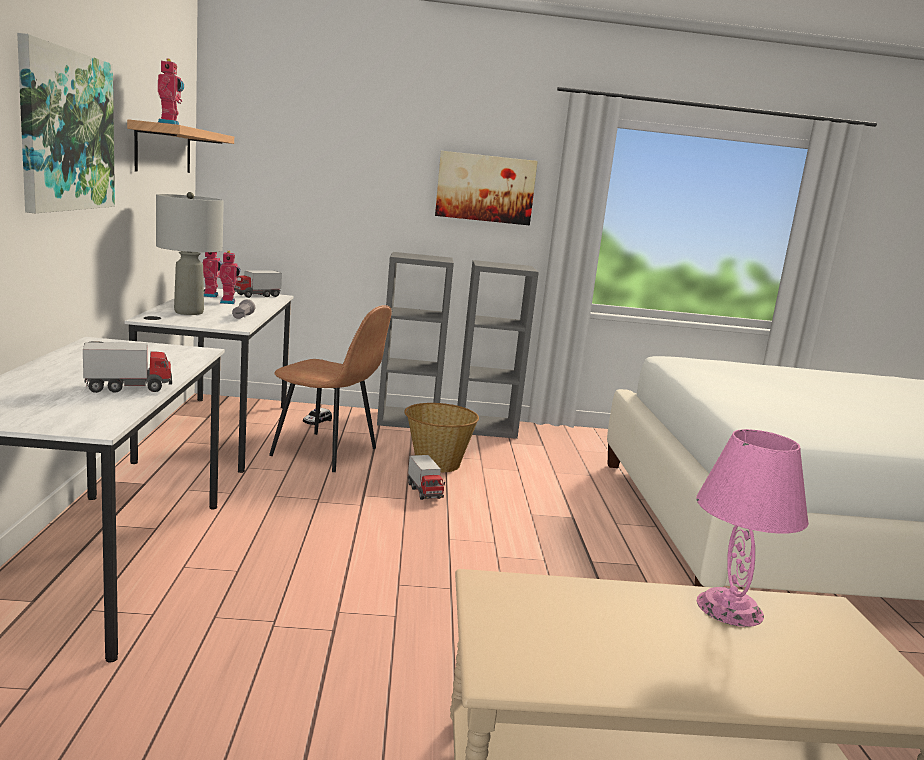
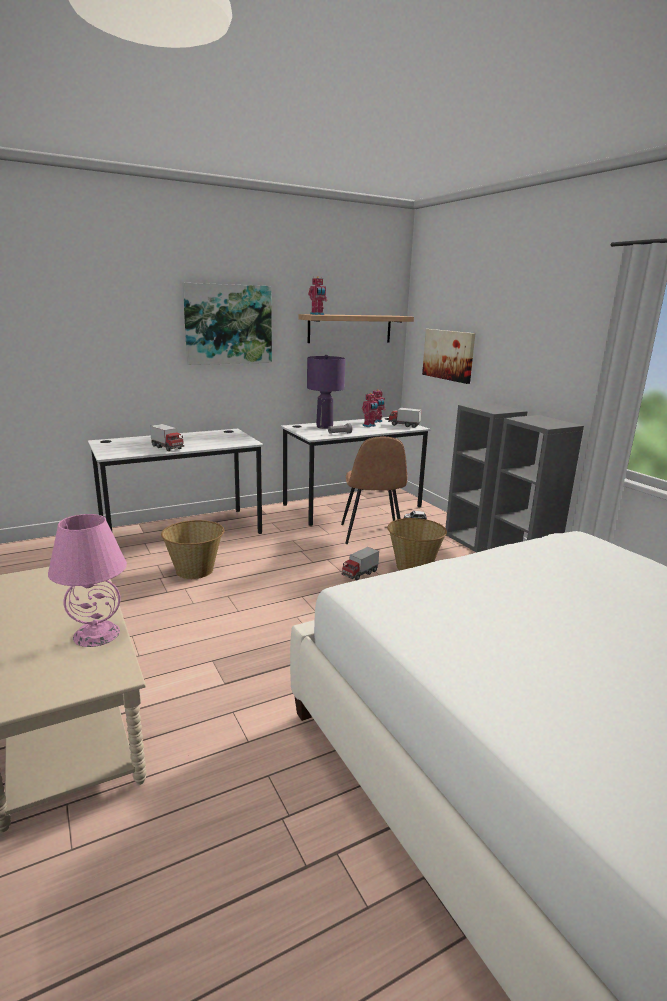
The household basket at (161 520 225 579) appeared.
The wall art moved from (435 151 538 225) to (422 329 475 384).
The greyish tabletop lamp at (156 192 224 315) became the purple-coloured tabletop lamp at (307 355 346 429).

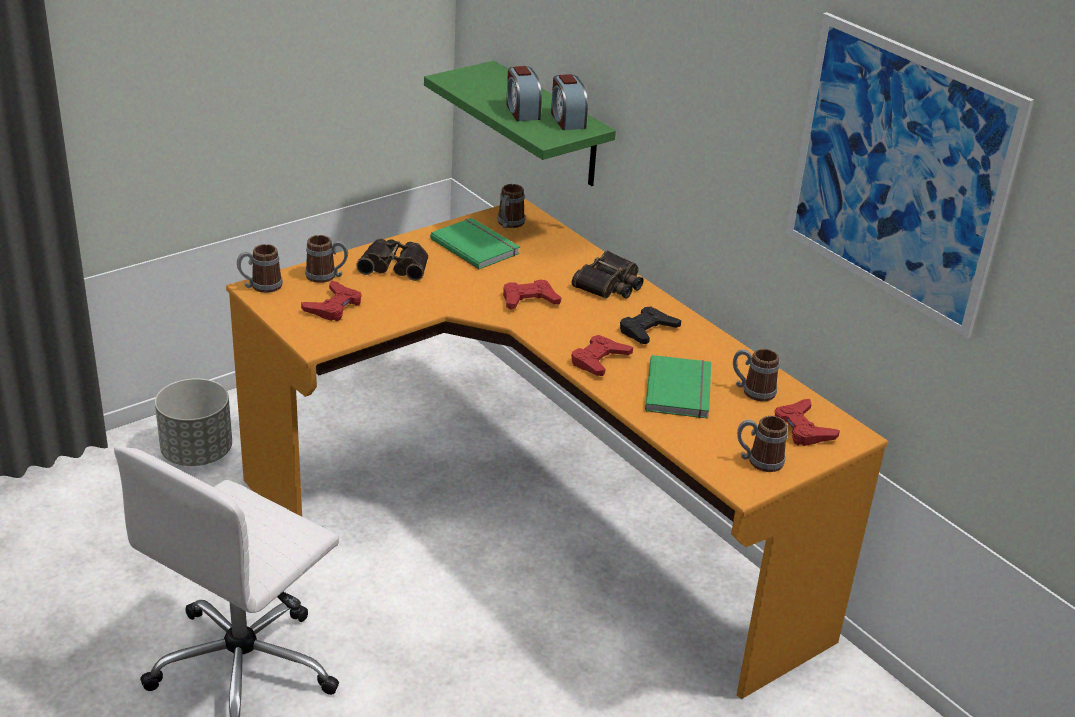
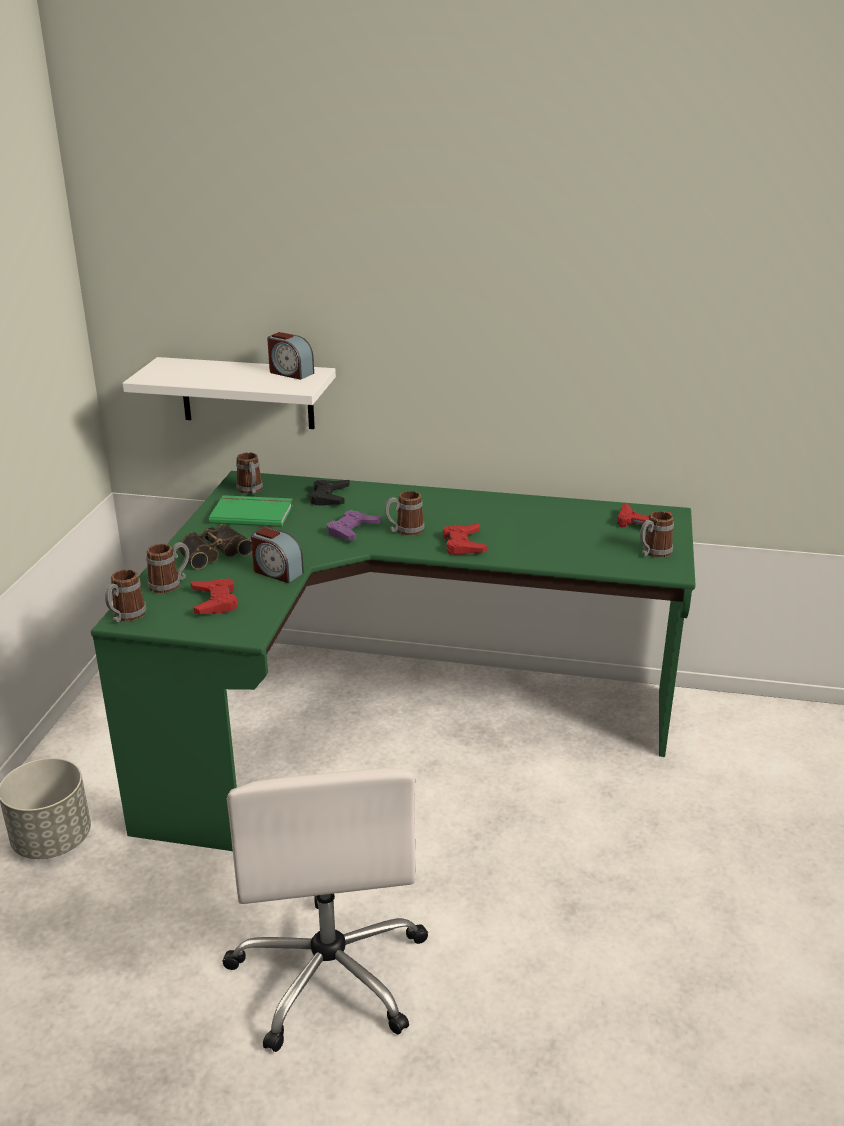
The pair of binoculars at (572 251 644 299) disappeared.
The green bound book at (645 355 711 418) disappeared.
The wall art at (785 12 1034 339) disappeared.
The bedside clock moved from (506 66 542 121) to (251 527 304 583).
The black joypad moved from (620 306 681 344) to (309 480 350 506).
The tea mug moved from (733 349 779 401) to (385 491 425 536).
The orangey desk unit at (226 199 888 699) became the green desk unit at (91 471 696 851).
The green bracket shelf at (424 61 616 186) became the white-coloured bracket shelf at (122 357 336 429).
The red joypad at (503 279 561 309) became the purple-coloured joypad at (327 510 381 540).

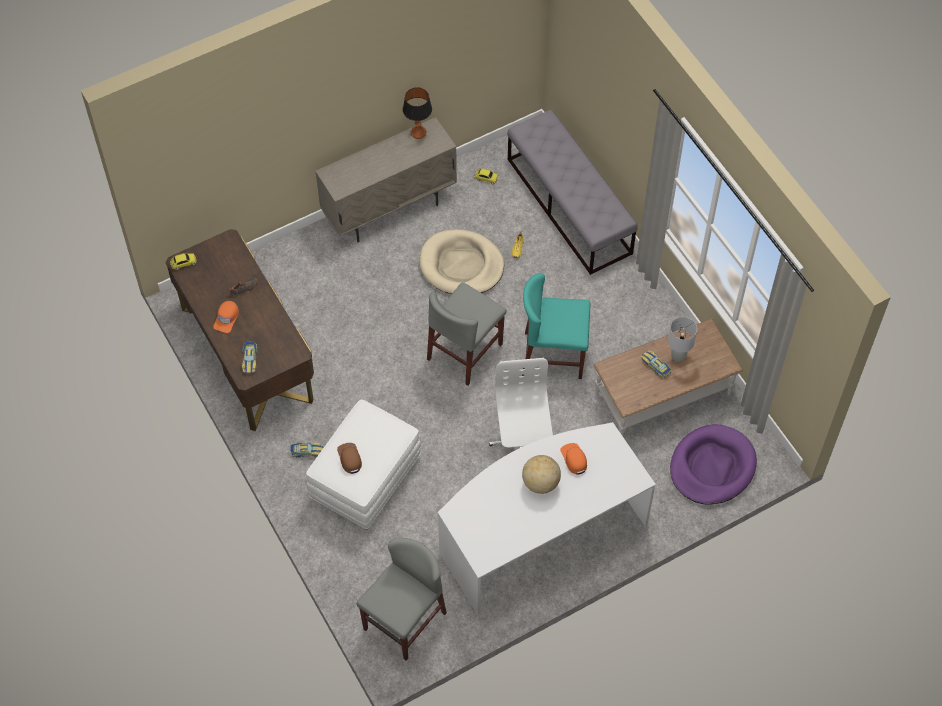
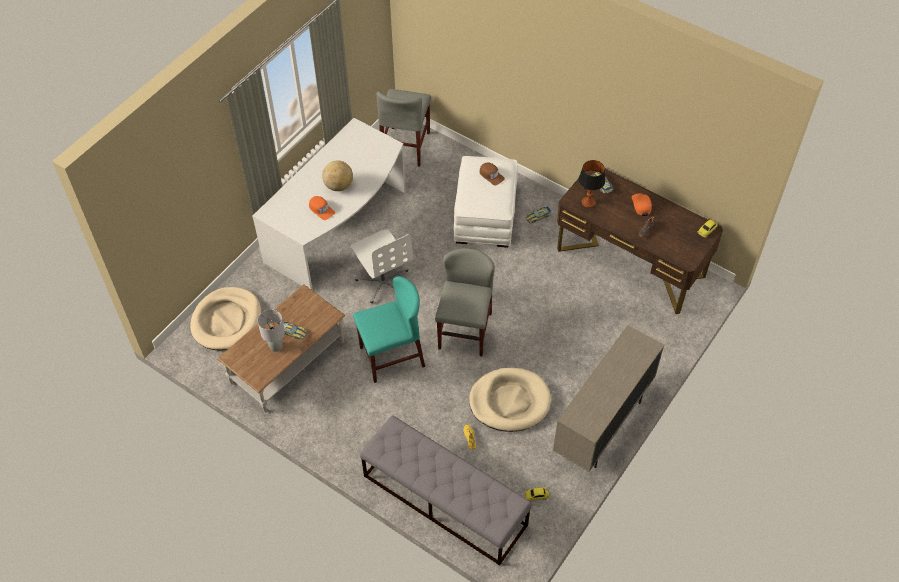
The tabletop lamp moved from (403 87 432 139) to (578 160 605 208).
The purple-coloured dog cushion at (670 424 757 505) became the beige dog cushion at (190 287 261 351).

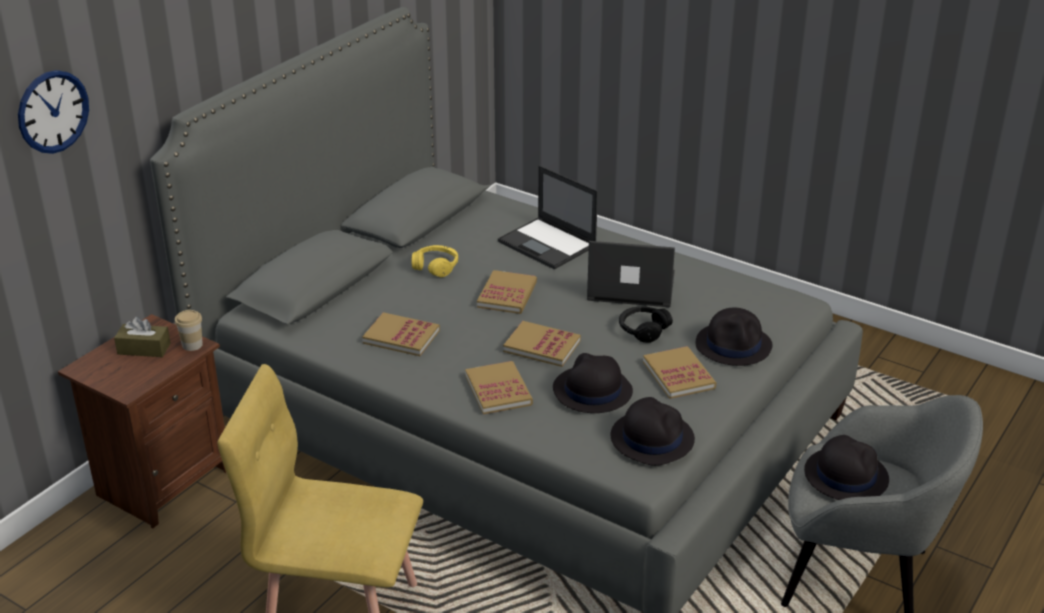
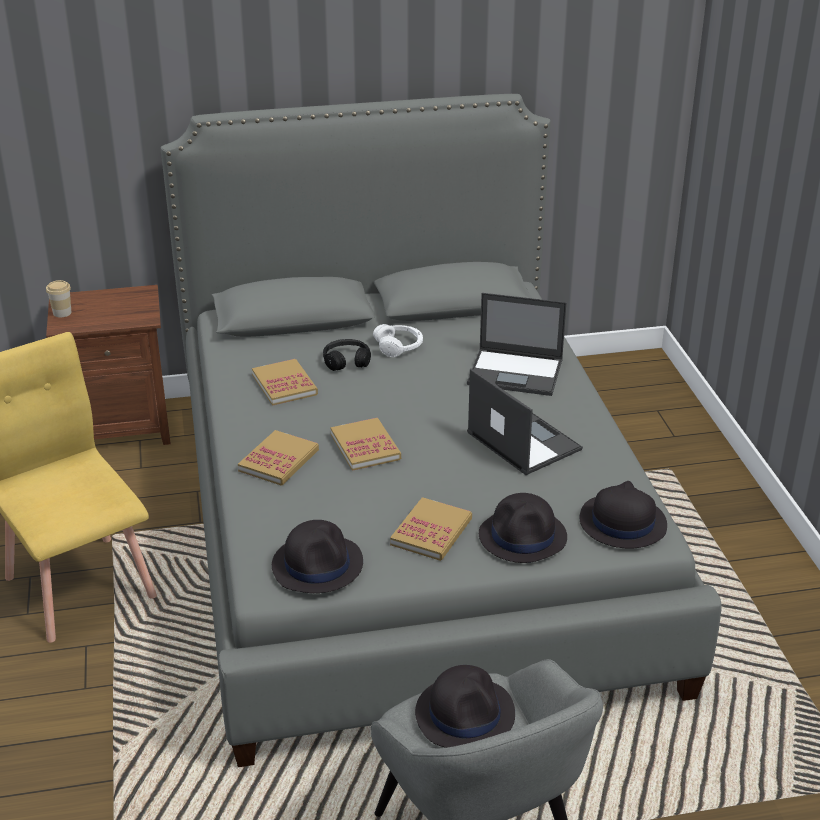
The wall clock at (18 70 89 154) disappeared.
The brown tissue holder at (114 316 171 357) disappeared.
The bound book at (477 270 537 314) disappeared.
The small cup moved from (175 310 203 351) to (46 280 71 318).
The black hat moved from (553 353 633 413) to (580 481 667 549).
The black headset moved from (619 306 673 343) to (323 339 371 371).
The yellowish headset at (412 245 458 277) became the white-coloured headset at (373 324 423 357).
The notebook computer at (498 165 598 270) turned 75 degrees counterclockwise.

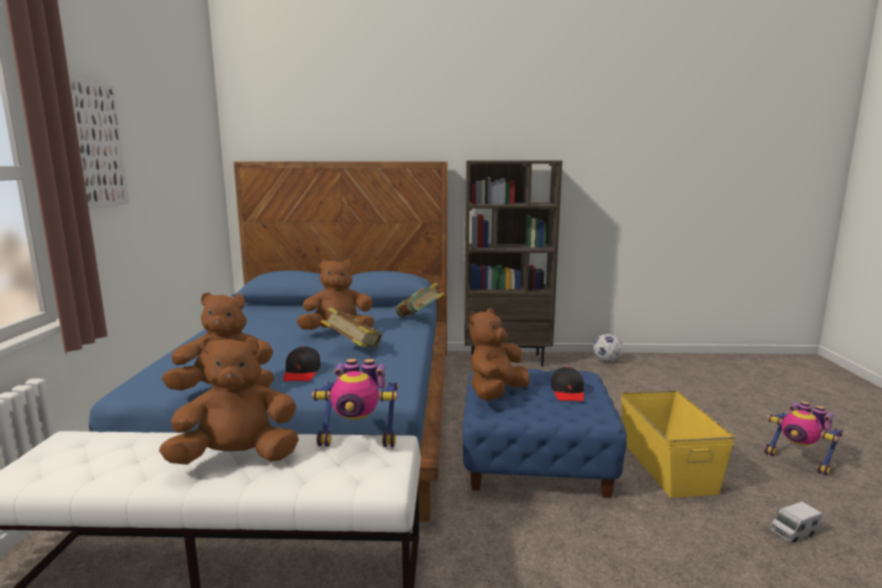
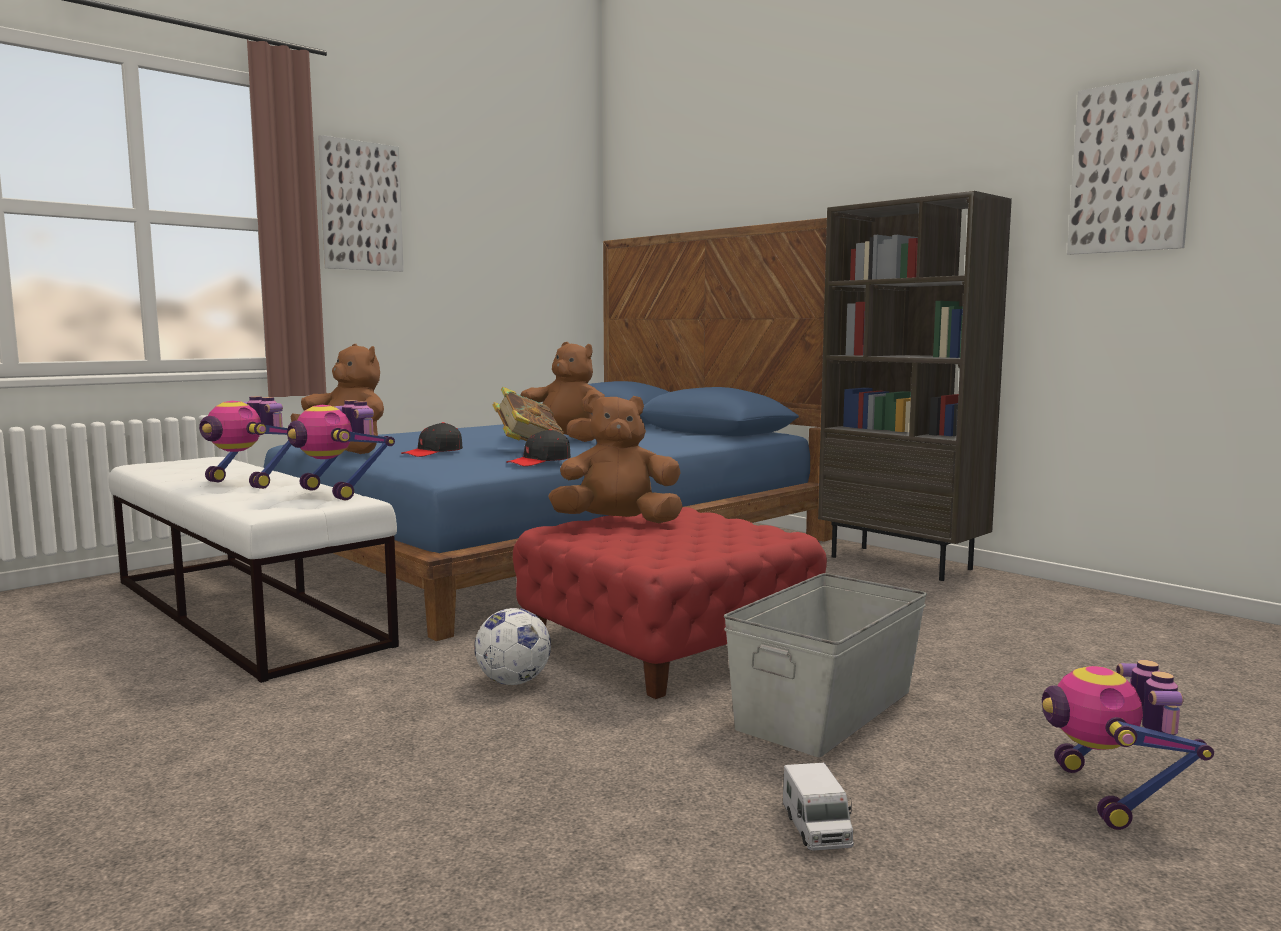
The bound book at (396 282 444 318) disappeared.
The wall art at (1067 70 1200 255) appeared.
The black baseball cap moved from (551 367 584 402) to (506 429 571 466).
The football ball moved from (593 334 622 362) to (474 608 551 685).
The brown soft toy at (159 337 299 465) was replaced by the model robot at (199 396 291 489).
The blue-coloured footrest at (462 369 627 498) became the red footrest at (513 507 827 699).
The yellowish storage box at (621 390 735 498) became the greyish storage box at (724 573 927 757).
The toy truck at (770 502 822 542) turned 120 degrees counterclockwise.

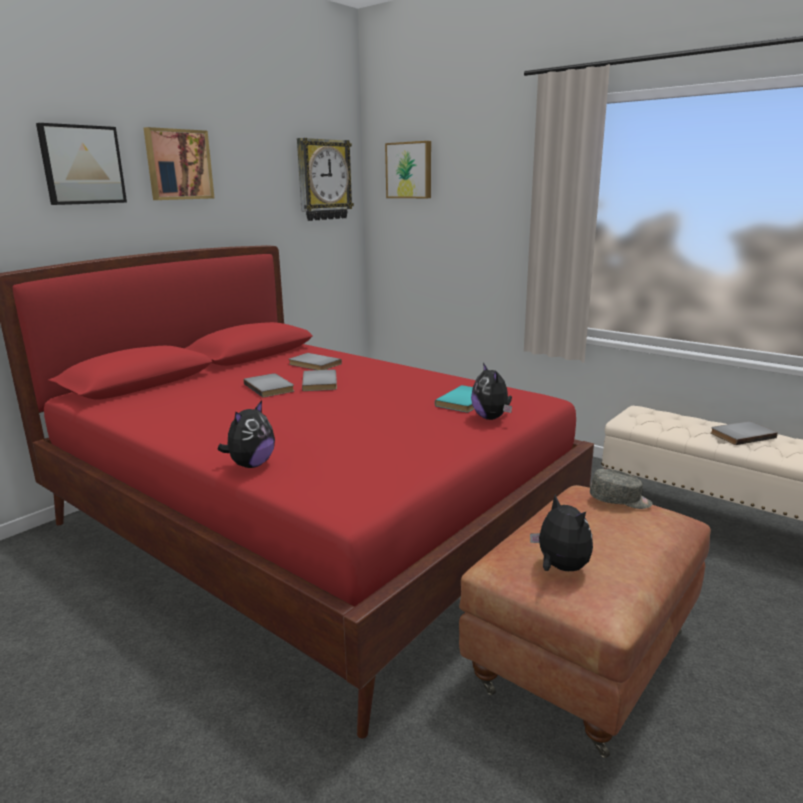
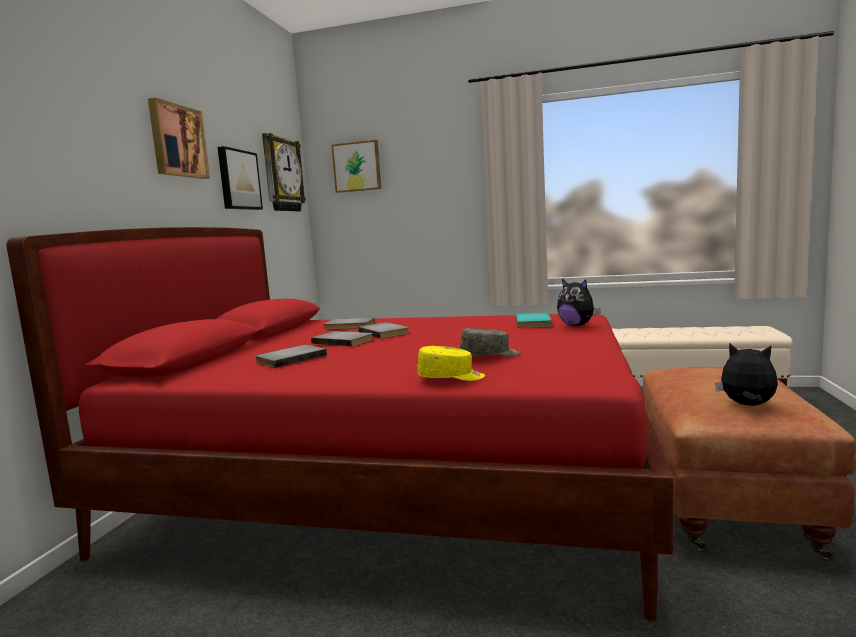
The wall art moved from (36 123 127 205) to (218 146 263 210).
The greyish baseball cap moved from (590 469 653 509) to (460 328 520 356).
The greyish bound book moved from (710 421 778 445) to (255 345 327 368).
The soft toy at (218 400 275 468) was replaced by the yellowish baseball cap at (417 346 485 381).

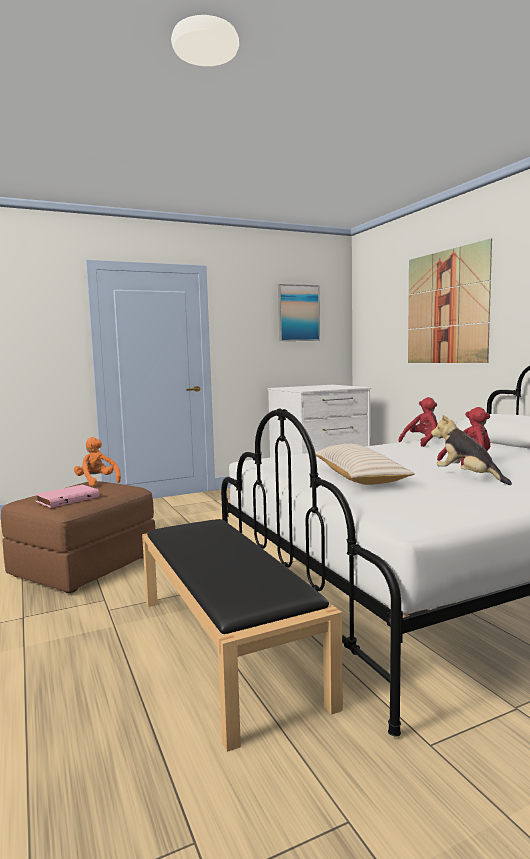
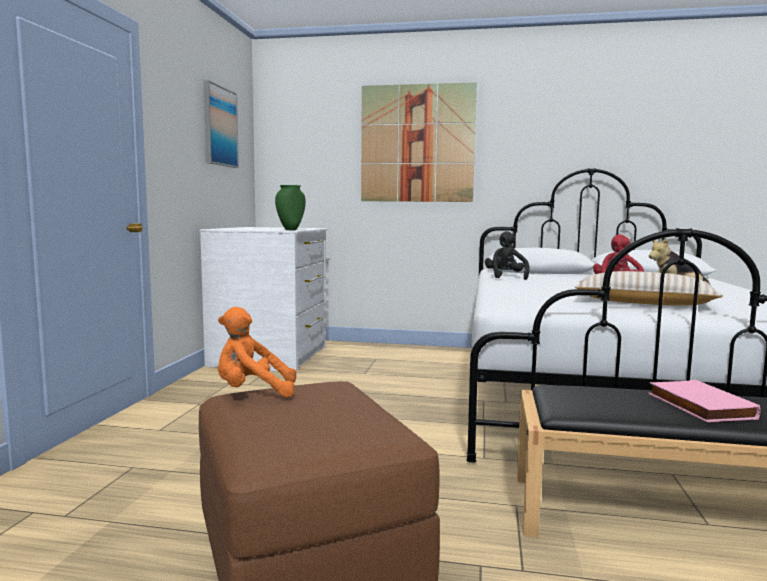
The green flower vase at (275 185 306 230) appeared.
The pinkish bound book moved from (35 485 99 508) to (649 380 761 422).
The red soft toy at (398 397 438 447) became the black soft toy at (485 231 530 280).

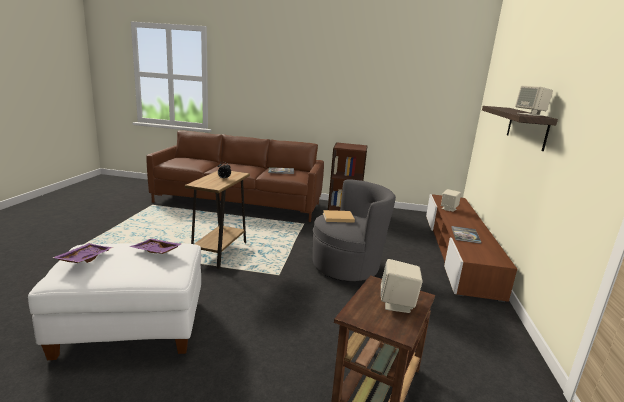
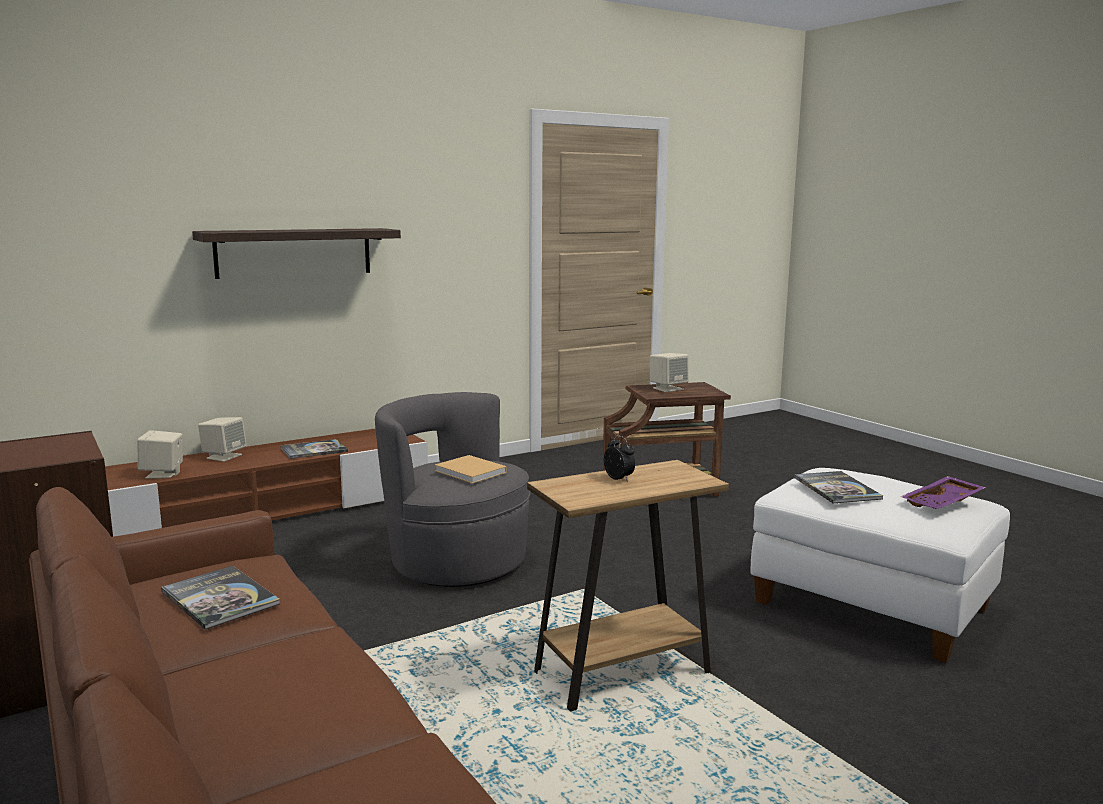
The beige loudspeaker moved from (515 85 553 116) to (198 417 247 462).
The purple-coloured tray at (129 239 181 254) was replaced by the bound book at (794 471 883 503).

